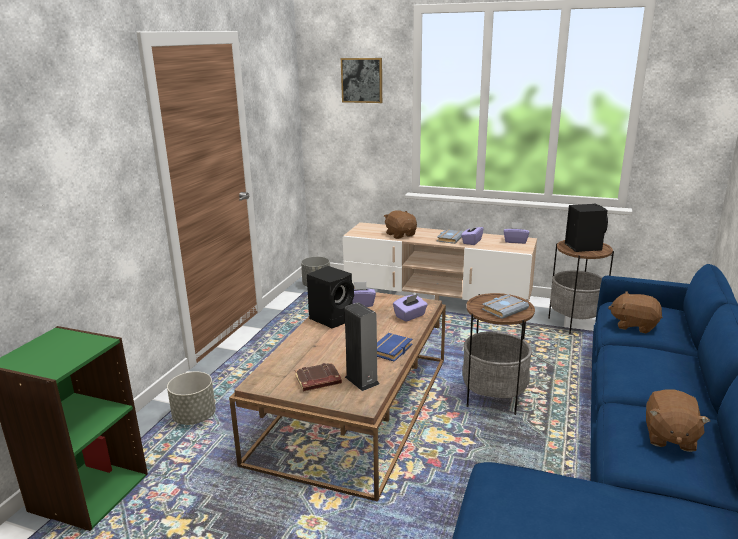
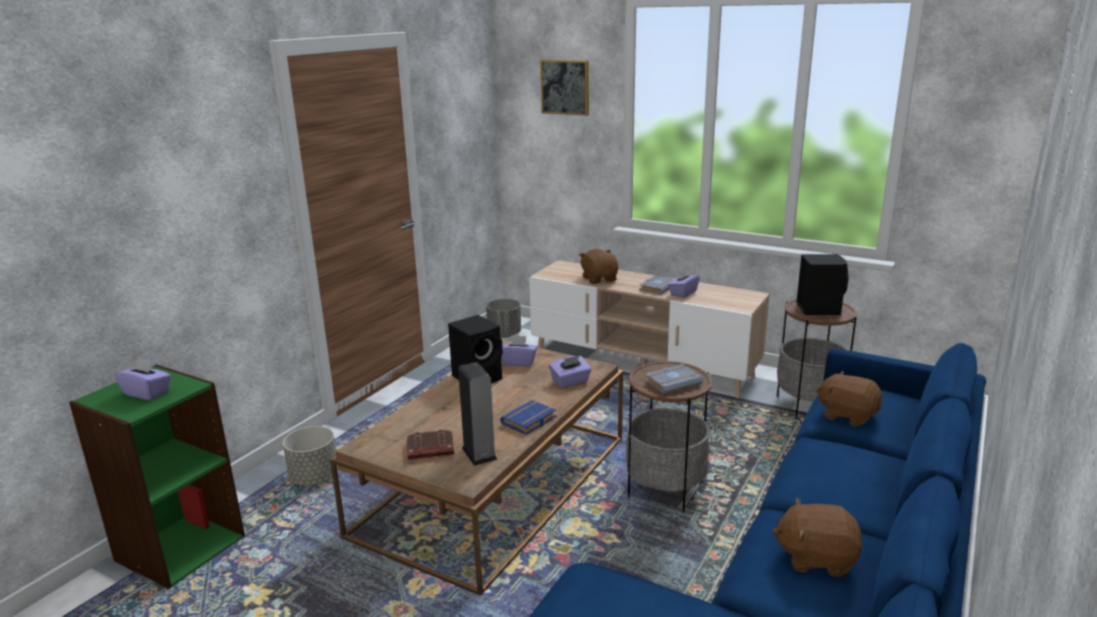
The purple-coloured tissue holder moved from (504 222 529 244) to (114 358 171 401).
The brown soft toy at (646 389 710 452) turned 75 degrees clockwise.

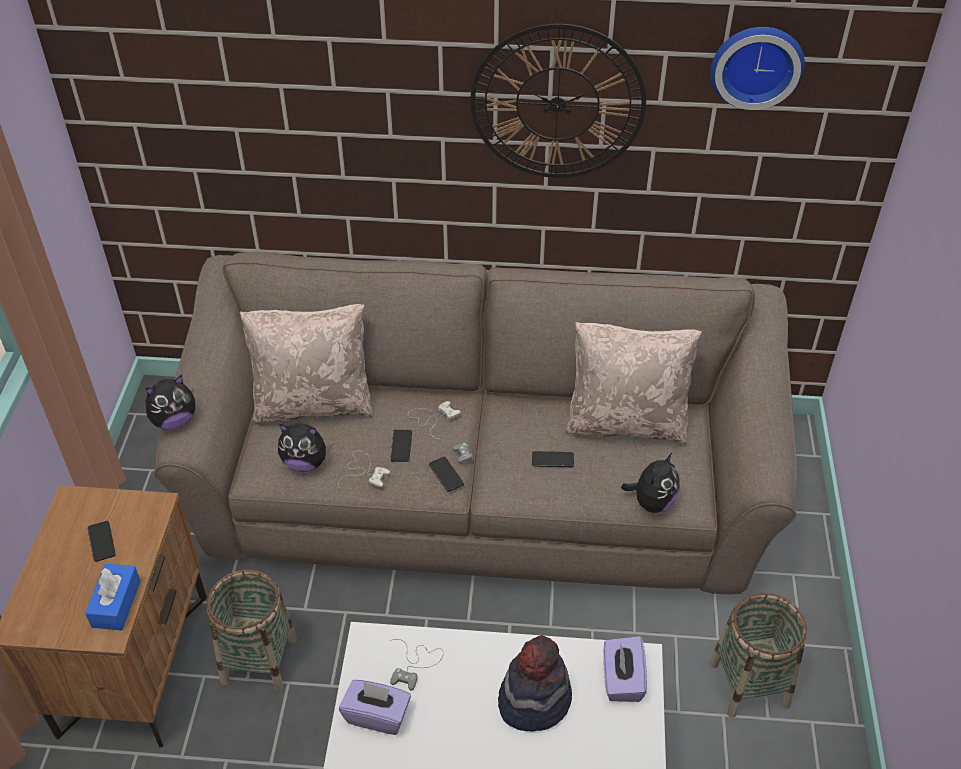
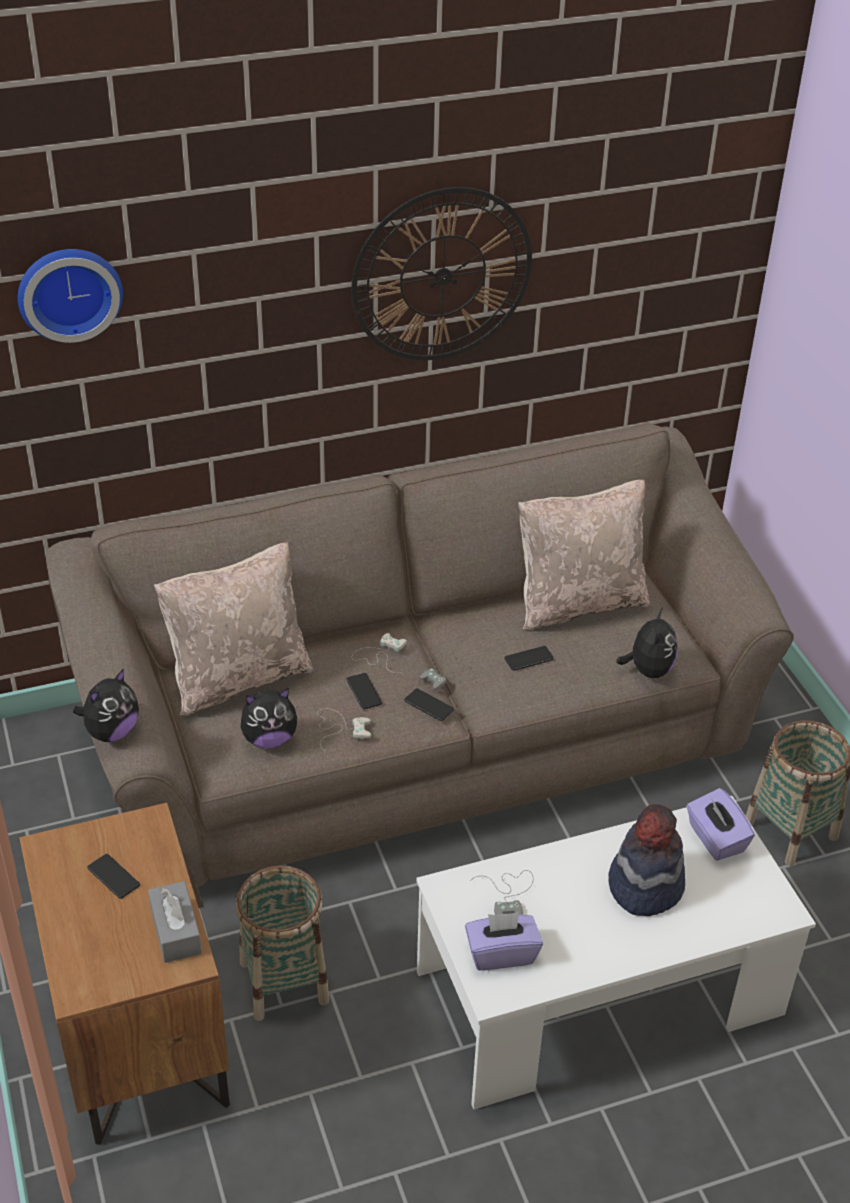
The wall clock moved from (710 27 805 110) to (18 249 123 343).
The blue-coloured tissue holder at (85 564 140 631) became the greyish tissue holder at (148 881 202 963).

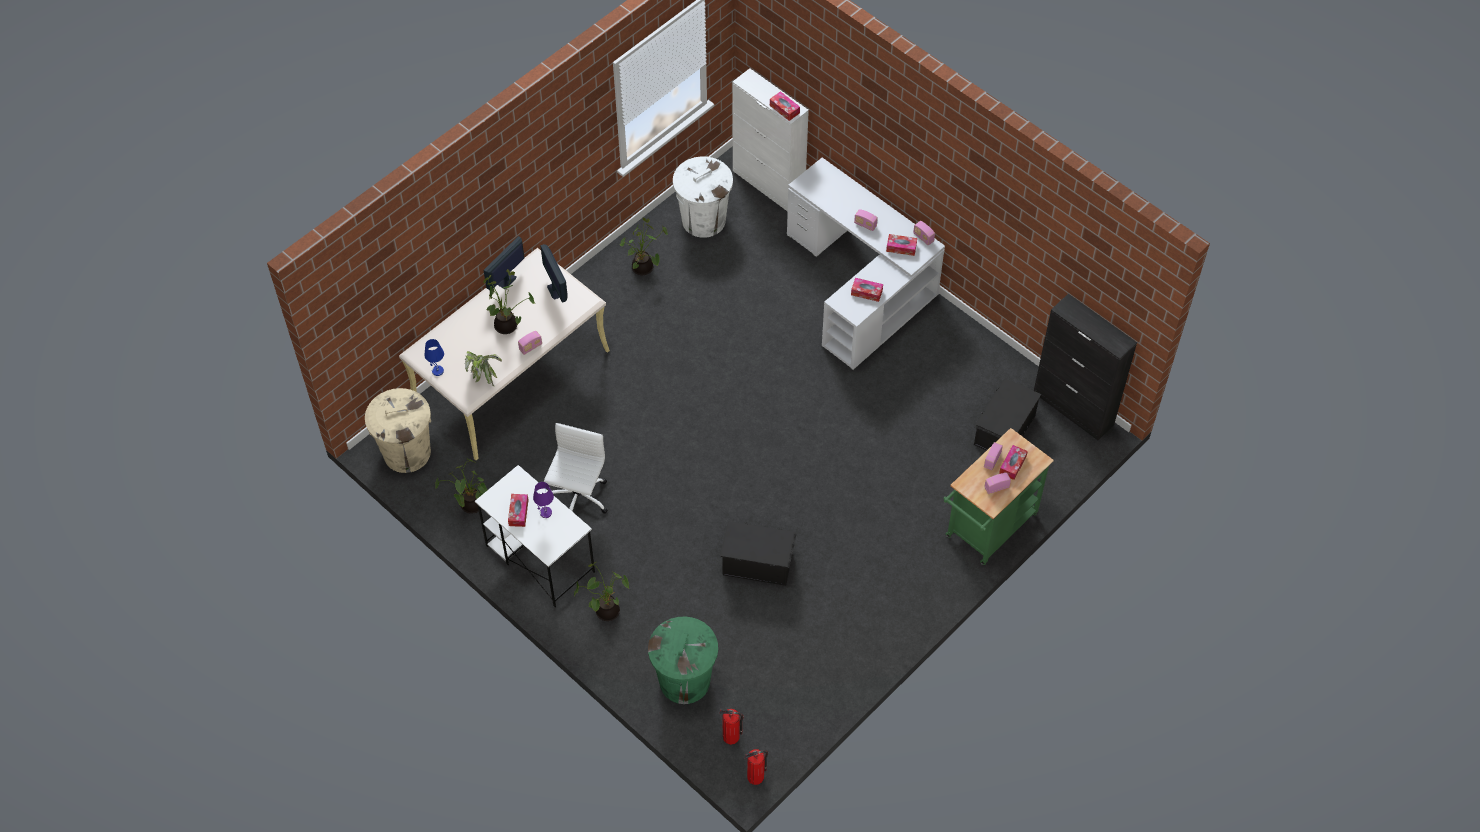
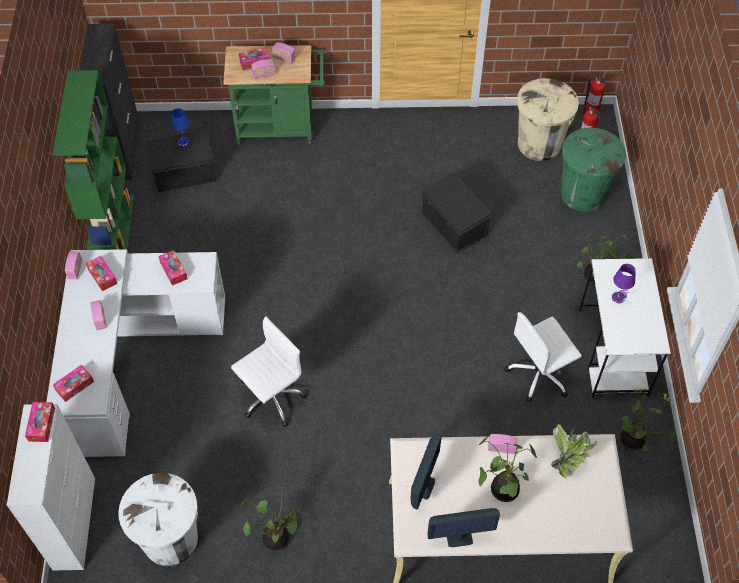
The green bookshelf at (53 70 134 250) appeared.
The white-coloured office chair at (231 316 307 427) appeared.
The beige waste bin moved from (365 388 431 473) to (517 78 579 161).
The blue-coloured tabletop lamp moved from (424 339 444 376) to (171 108 189 147).
The tissue holder moved from (508 494 528 527) to (53 364 94 402).

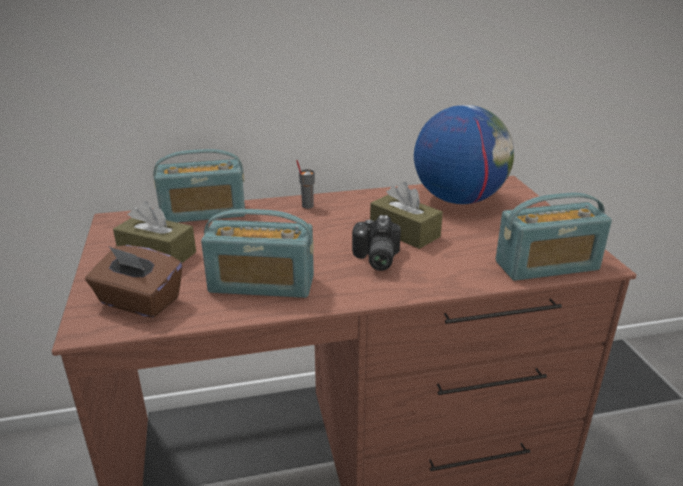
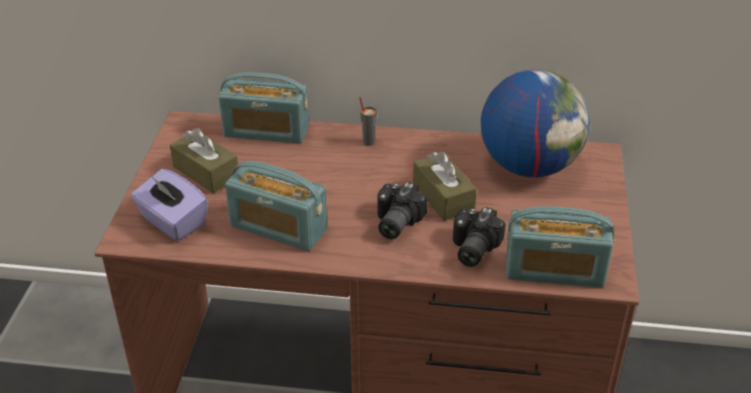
The still camera at (453 207 505 267) appeared.
The brown tissue holder at (85 245 183 318) became the purple-coloured tissue holder at (131 169 208 241).

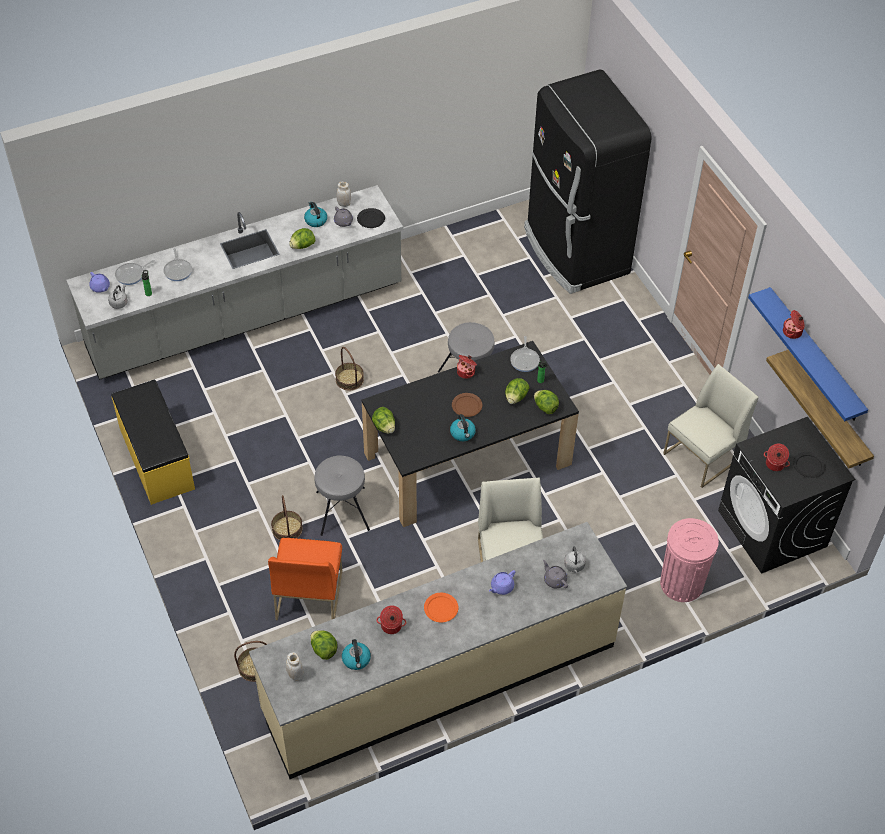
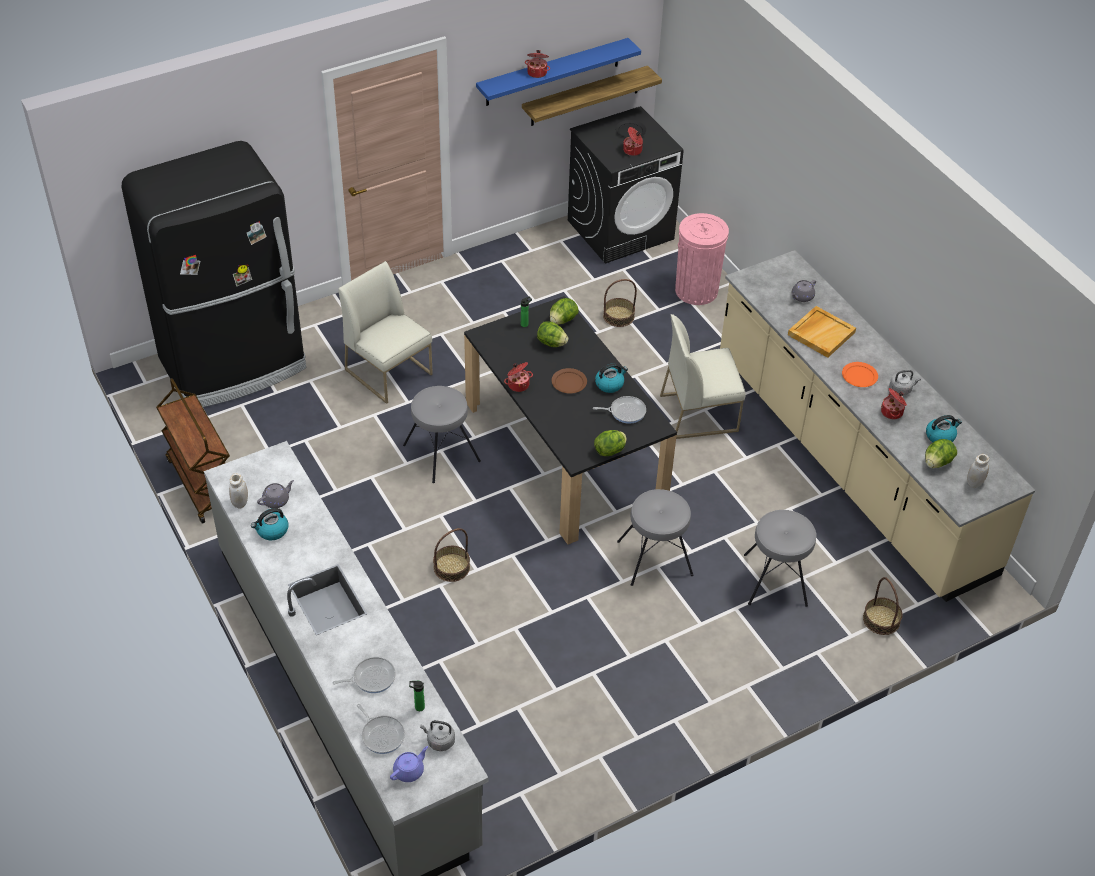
The yellowish bench at (111 380 195 505) disappeared.
The head of lettuce at (289 228 315 249) disappeared.
The black dinner plate at (357 208 385 228) disappeared.
The brown cart at (156 378 230 524) appeared.
The household basket moved from (271 495 303 540) to (603 279 637 327).
The skillet moved from (510 336 540 372) to (593 396 646 424).
The greyish tea kettle moved from (564 546 586 573) to (889 370 921 396).
The white-coloured upright chair moved from (663 364 758 488) to (338 261 433 404).
The orangey upright chair at (268 538 342 620) was replaced by the greyish sitting stool at (744 510 816 607).
The purple-coloured tea pot at (489 570 516 595) was replaced by the beige tray at (788 306 856 358).

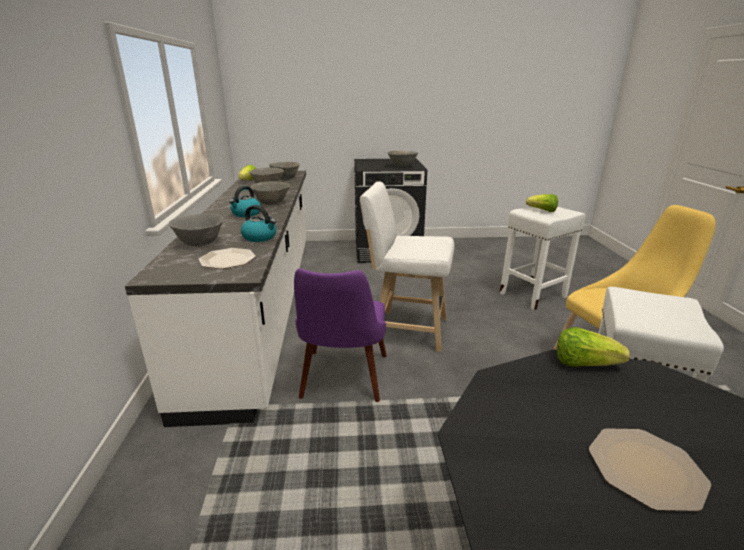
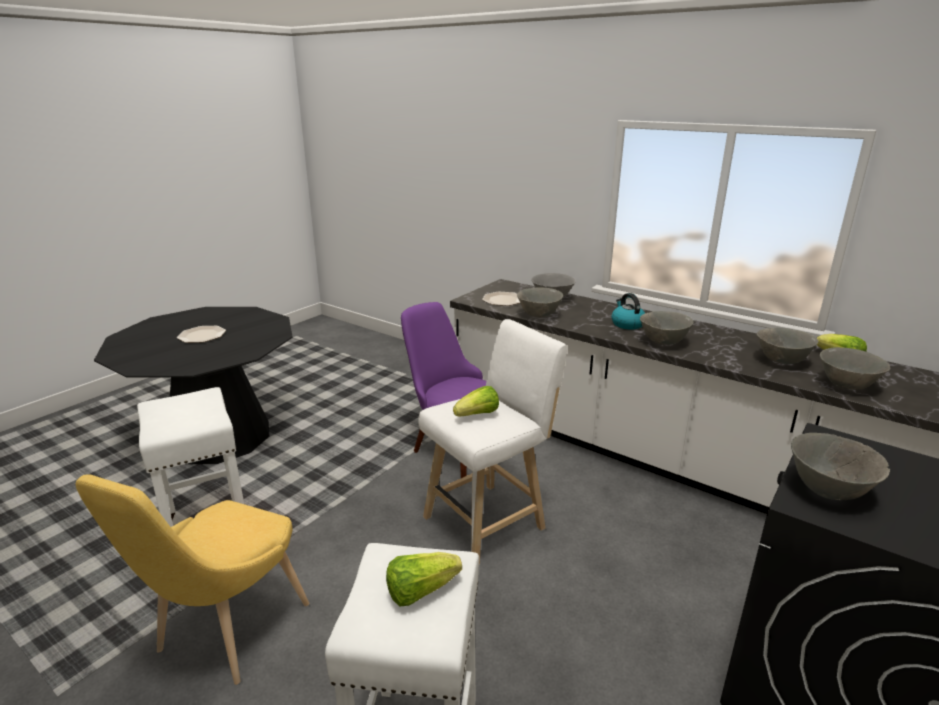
The head of lettuce moved from (557 327 630 367) to (453 386 499 416).
The tea kettle at (241 205 276 242) was replaced by the greyish bowl at (517 288 563 317).

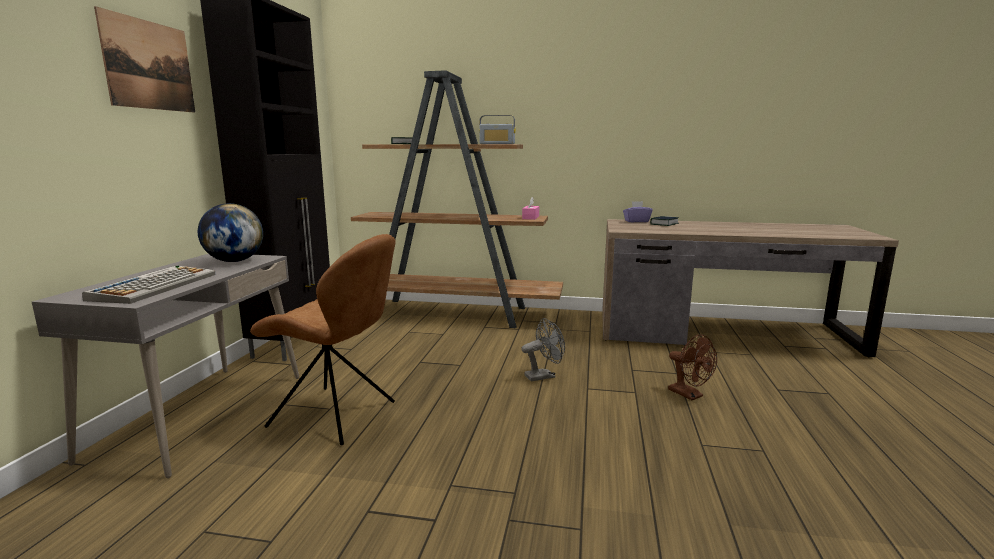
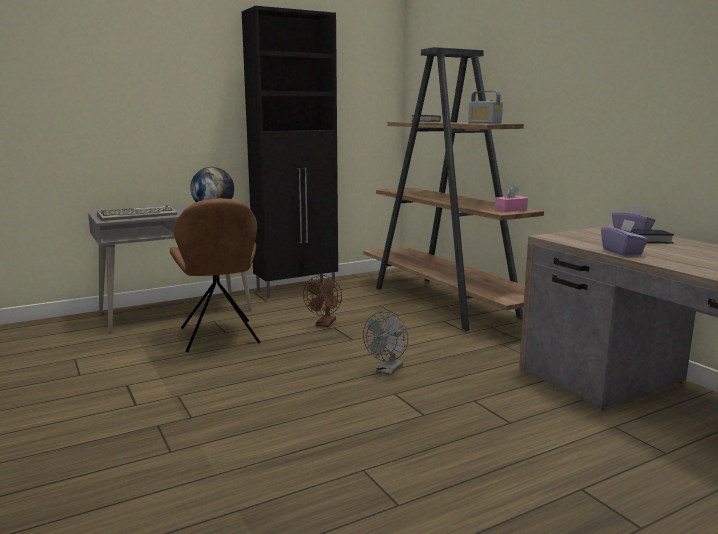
The wall art at (94 6 195 113) disappeared.
The purple-coloured tissue holder at (601 219 648 256) appeared.
The brown cooling fan moved from (668 334 717 400) to (303 275 342 327).
The greyish cooling fan at (521 318 565 381) turned 90 degrees clockwise.

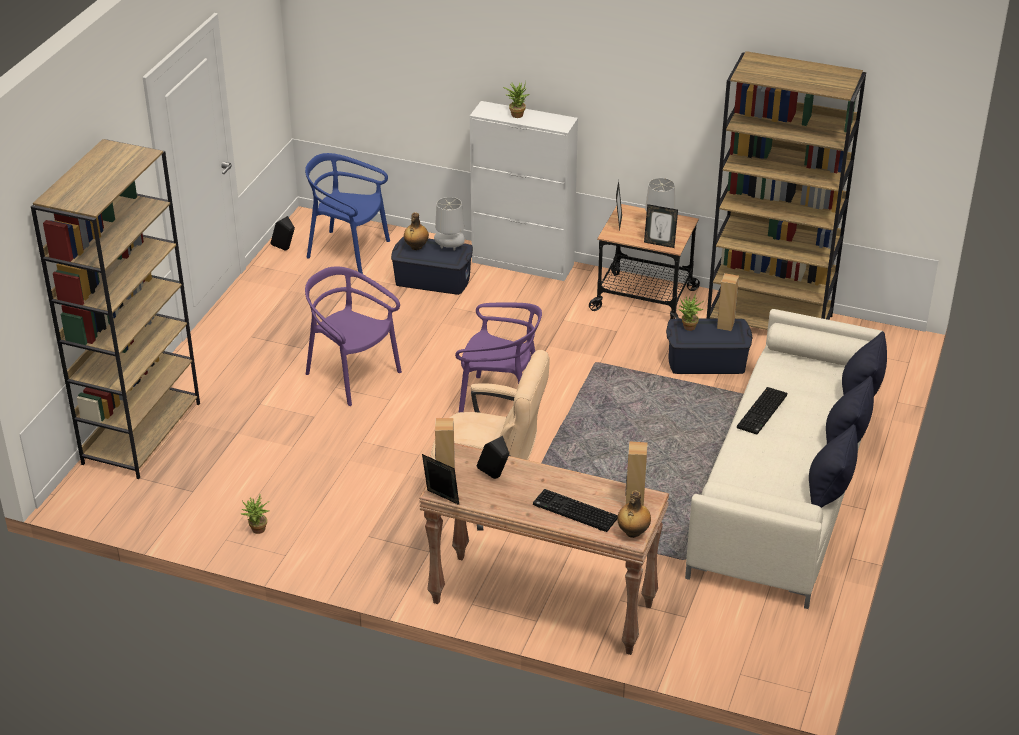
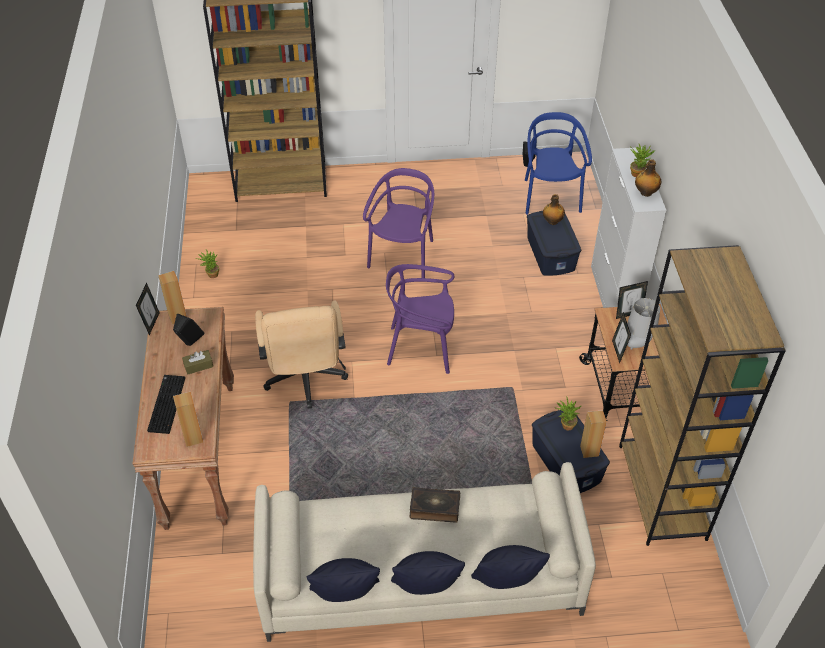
The greyish tabletop lamp at (434 197 465 250) disappeared.
The brown tissue holder at (182 350 213 375) appeared.
The beverage bottle moved from (617 490 651 538) to (635 159 661 197).
The computer keyboard at (737 387 787 434) was replaced by the bound book at (410 487 460 522).
The purple-coloured upright chair at (455 302 542 413) turned 105 degrees clockwise.

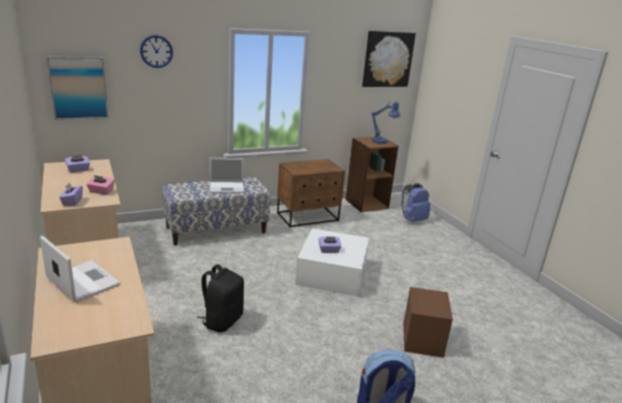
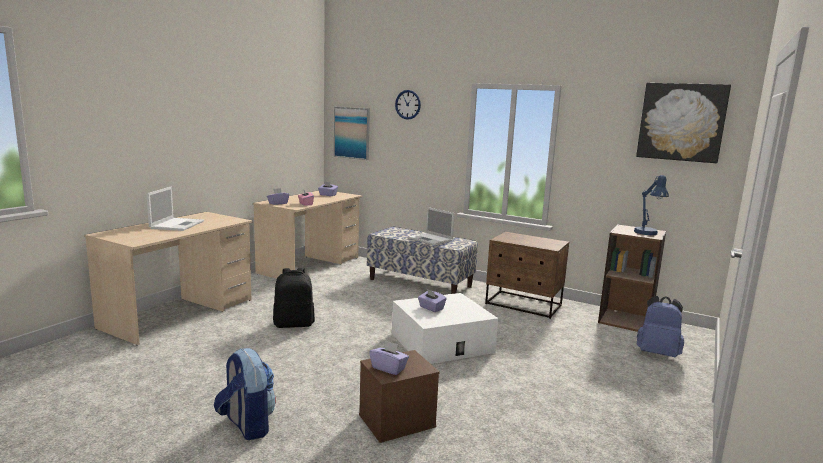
The purple-coloured tissue holder at (369 340 409 375) appeared.

